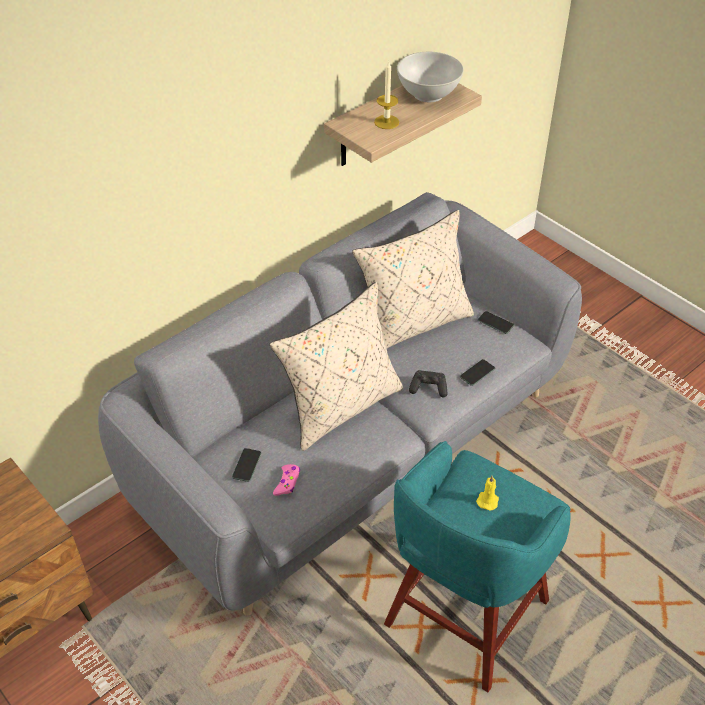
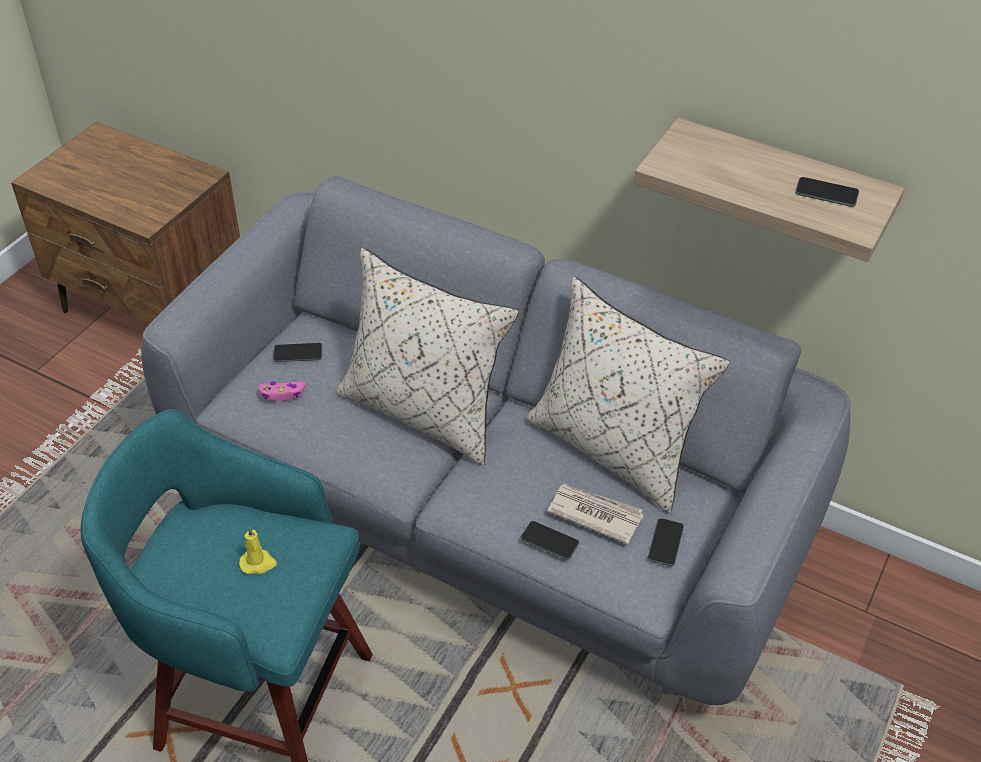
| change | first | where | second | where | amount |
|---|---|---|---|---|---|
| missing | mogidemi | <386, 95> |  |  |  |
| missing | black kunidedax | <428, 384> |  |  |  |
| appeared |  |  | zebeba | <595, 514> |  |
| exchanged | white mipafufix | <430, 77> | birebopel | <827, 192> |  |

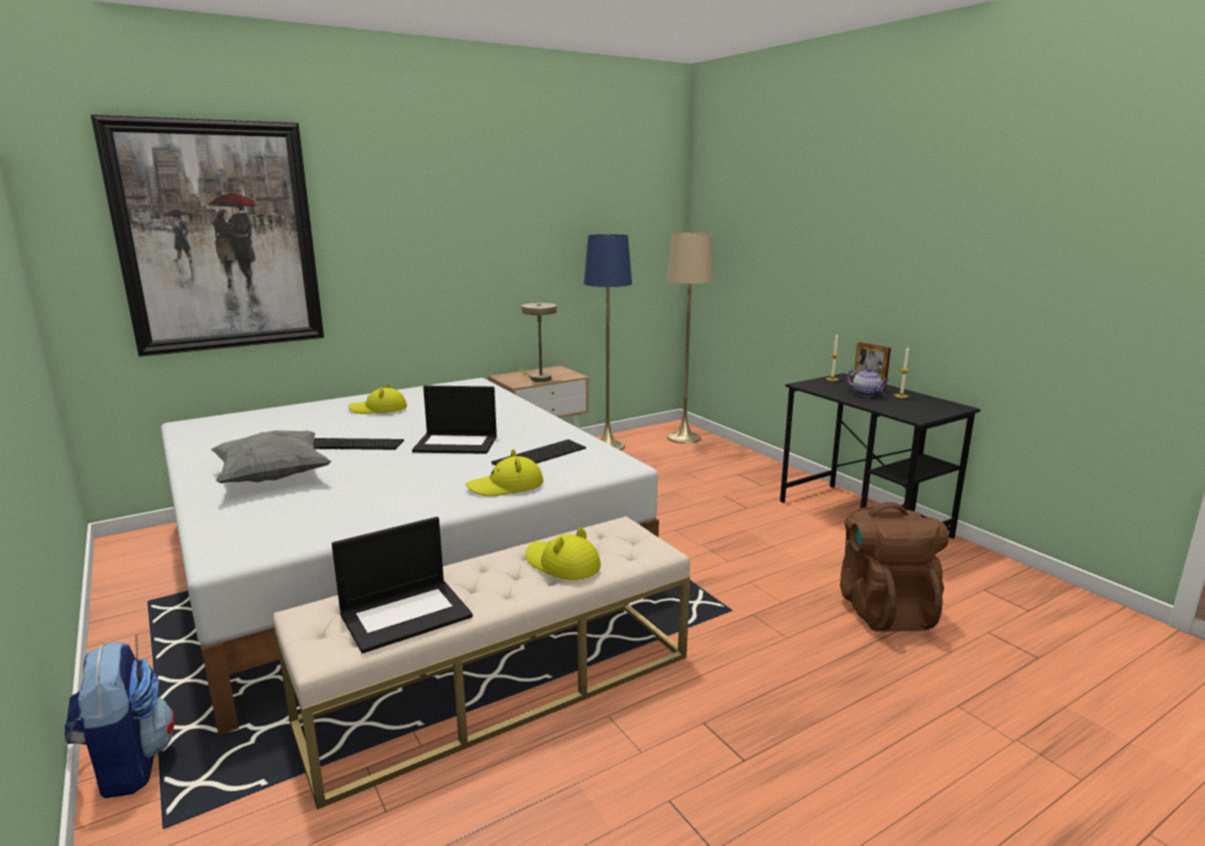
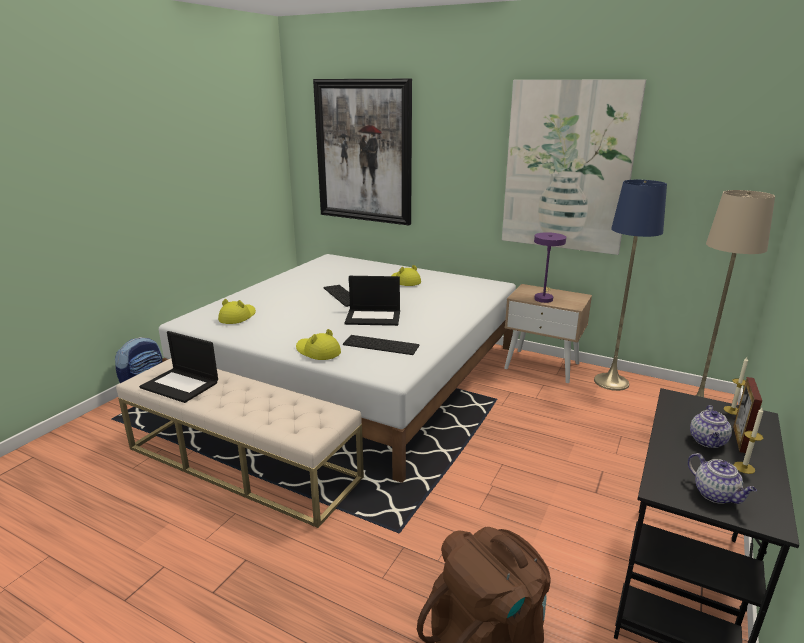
| change | first | where | second | where | amount |
|---|---|---|---|---|---|
| missing | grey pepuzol | <271, 456> |  |  |  |
| appeared |  |  | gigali | <574, 167> |  |
| appeared |  |  | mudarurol | <722, 478> |  |
| relocated | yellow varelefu | <563, 554> |  | <237, 311> |  |
| colour | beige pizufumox | <538, 342> | purple pizufumox | <550, 267> |  |
| spun | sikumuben | <454, 420> |  | <372, 301> | 60 degrees counterclockwise |

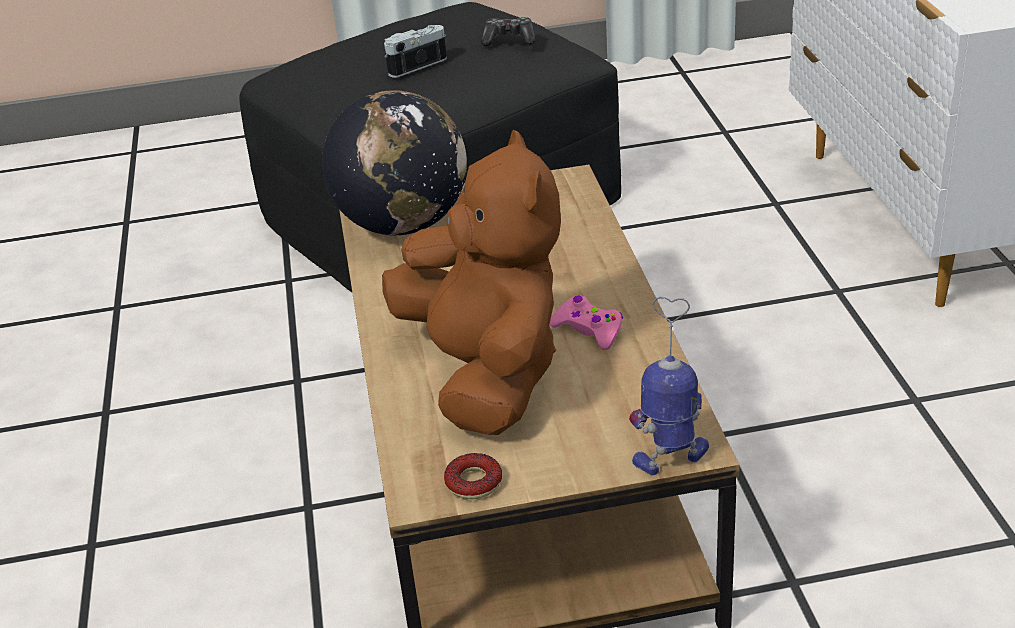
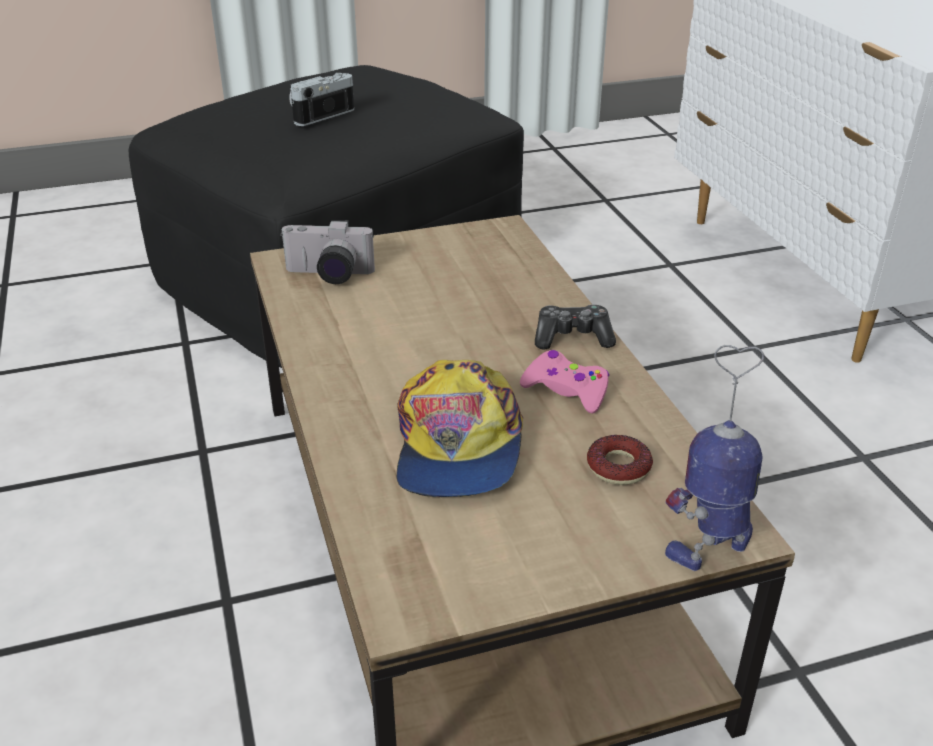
| change | first | where | second | where | amount |
|---|---|---|---|---|---|
| relocated | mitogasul | <473, 476> |  | <620, 460> |  |
| relocated | kunidedax | <508, 31> |  | <575, 327> |  |
| exchanged | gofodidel | <394, 162> | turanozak | <327, 252> |  |
| exchanged | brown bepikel | <471, 282> | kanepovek | <459, 428> |  |

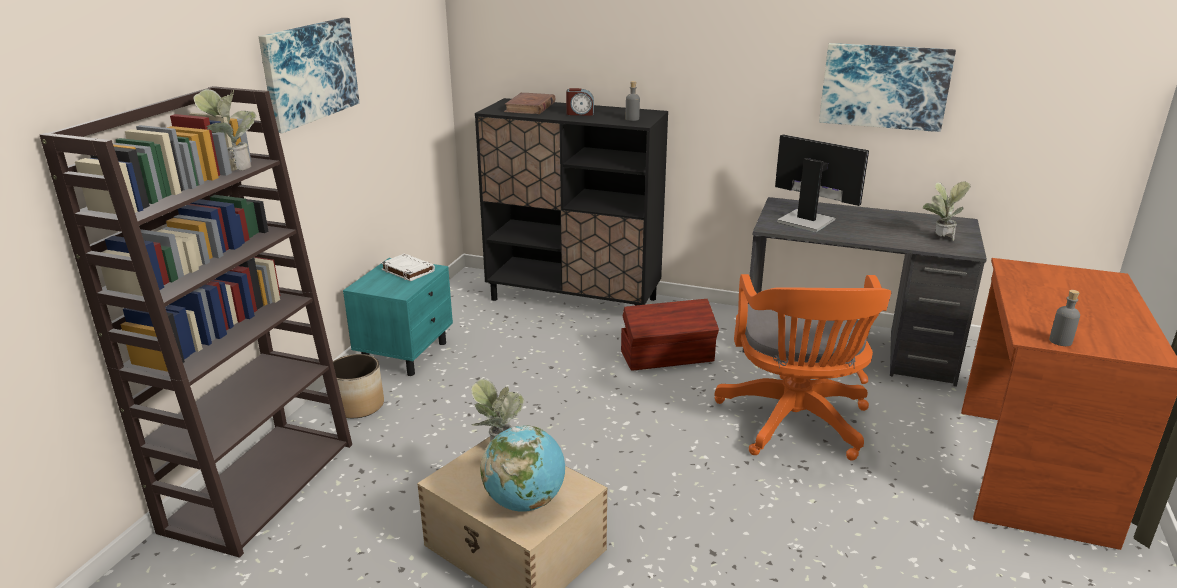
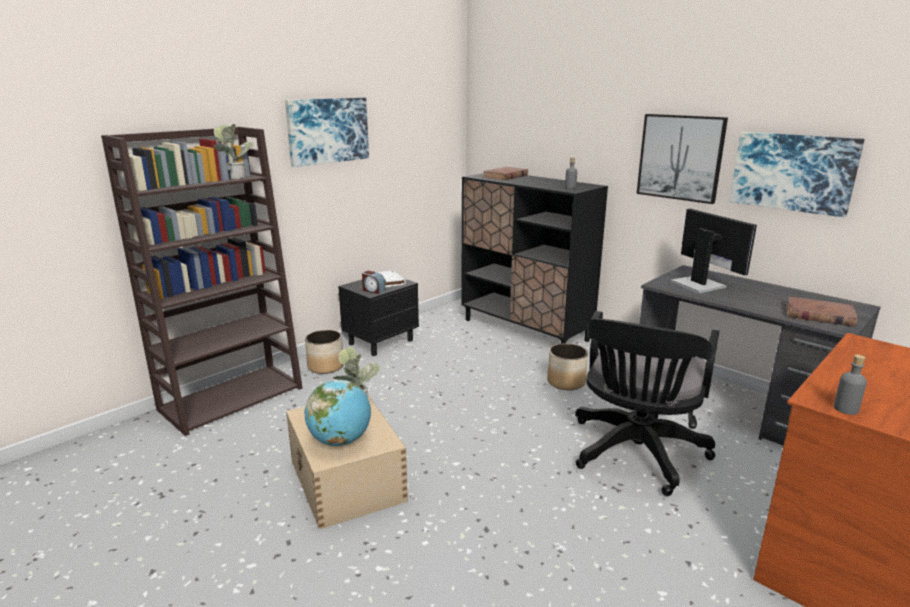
| change | first | where | second | where | amount |
|---|---|---|---|---|---|
| appeared |  |  | gigali | <682, 159> |  |
| relocated | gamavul | <580, 102> |  | <374, 282> |  |
| exchanged | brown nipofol | <670, 335> | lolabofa | <567, 366> |  |
| exchanged | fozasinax | <946, 211> | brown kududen | <822, 311> |  |
| colour | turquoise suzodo | <398, 317> | black suzodo | <378, 317> |  |
| colour | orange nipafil | <802, 367> | black nipafil | <647, 403> |  |

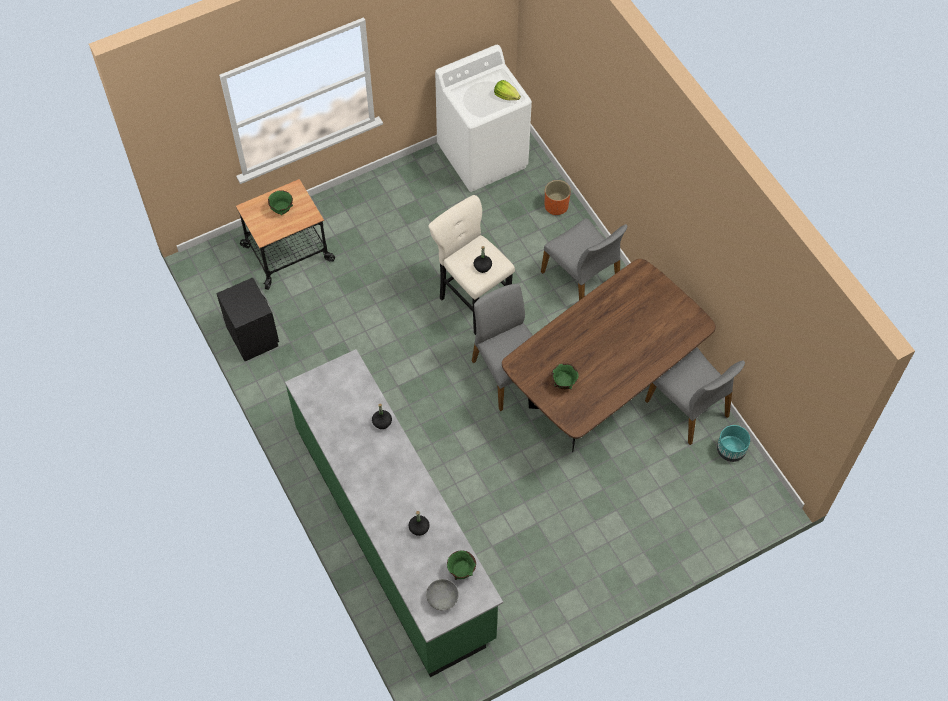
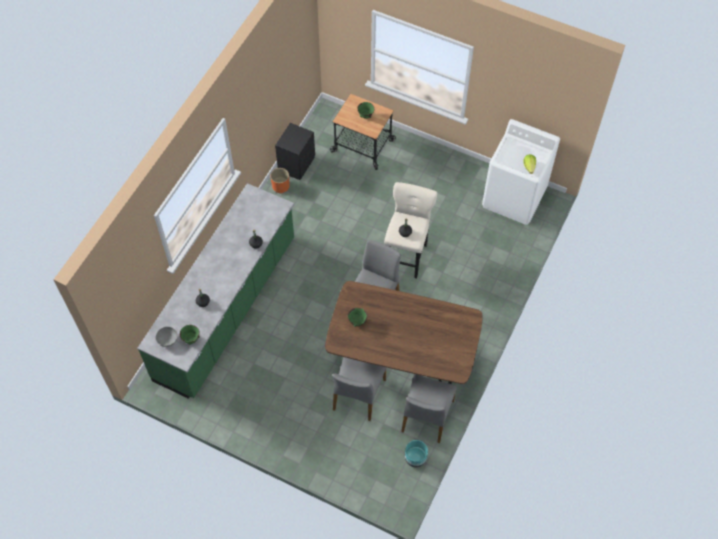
| change | first | where | second | where | amount |
|---|---|---|---|---|---|
| relocated | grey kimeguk | <584, 259> |  | <359, 389> |  |
| relocated | orange lolabofa | <558, 197> |  | <280, 181> |  |

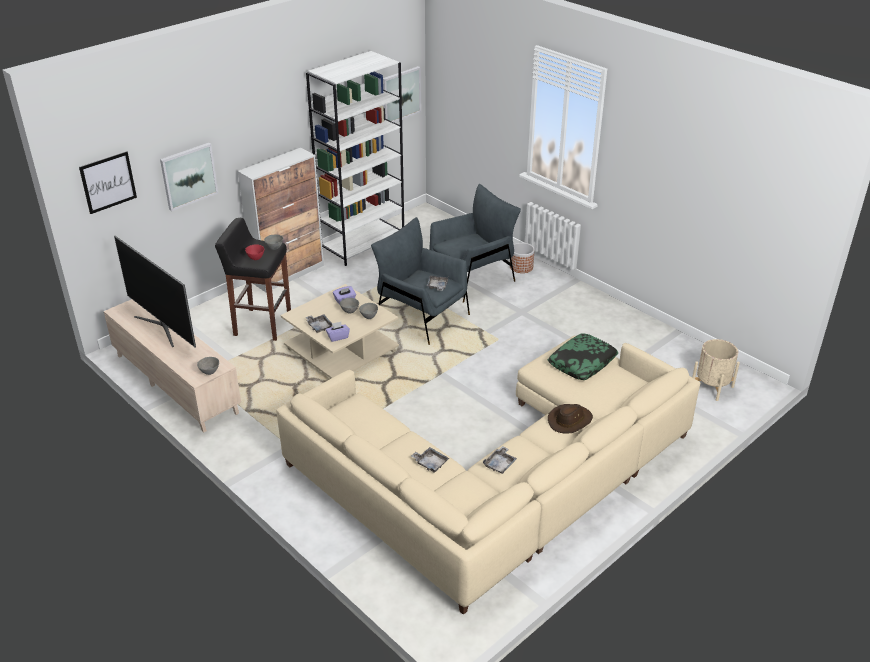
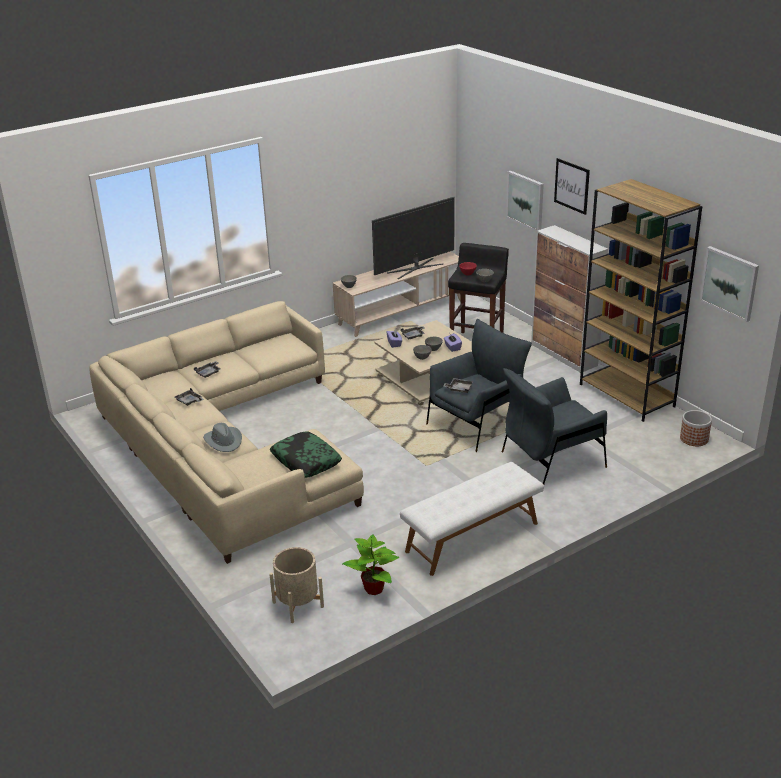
| change | first | where | second | where | amount |
|---|---|---|---|---|---|
| appeared |  |  | fozasinax | <371, 564> |  |
| appeared |  |  | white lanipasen | <472, 519> |  |
| relocated | gigali | <108, 182> |  | <572, 186> |  |
| relocated | lolabofa | <522, 258> |  | <696, 428> |  |
| colour | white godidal | <355, 158> | brown godidal | <641, 300> |  |
| colour | brown varelefu | <570, 418> | grey varelefu | <222, 437> |  |
| spun | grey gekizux | <475, 243> |  | <554, 426> | 90 degrees clockwise |

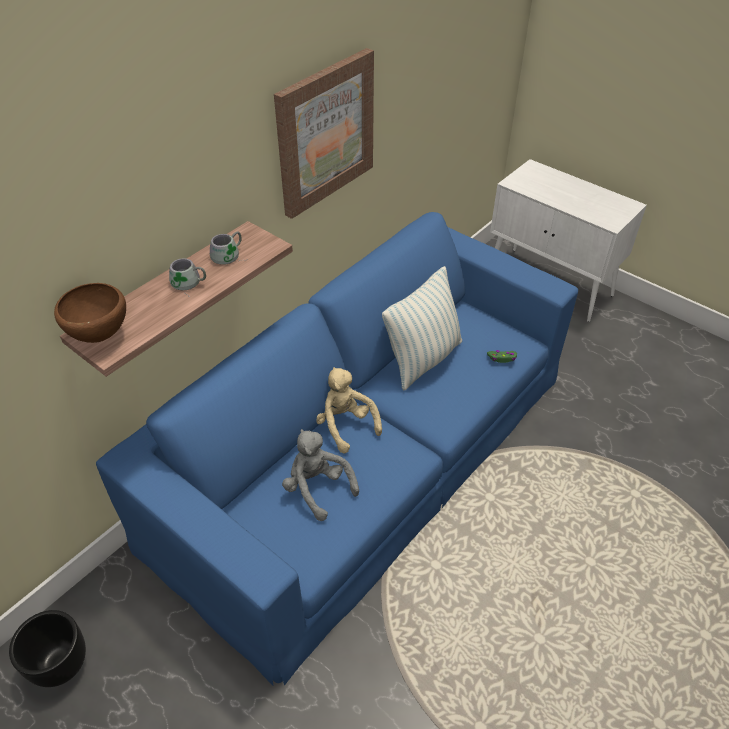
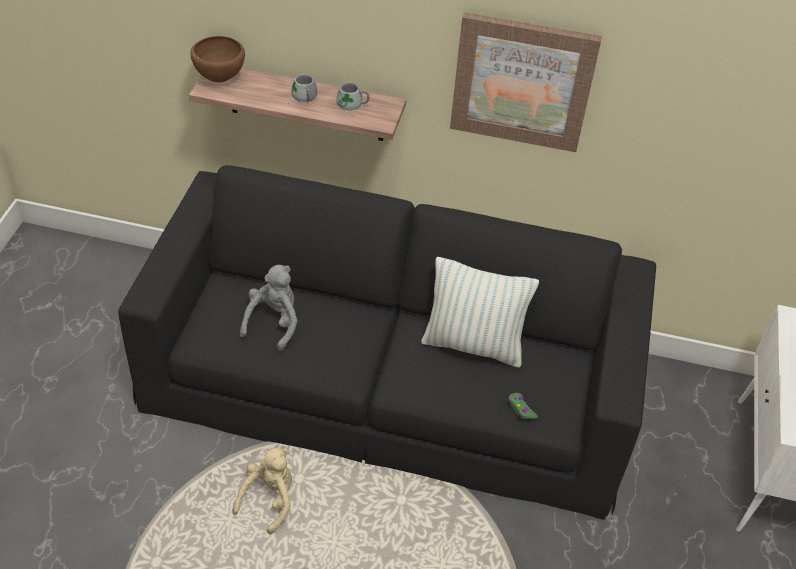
| change | first | where | second | where | amount |
|---|---|---|---|---|---|
| missing | black lolabofa | <47, 648> |  |  |  |
| relocated | beige bepikel | <349, 410> |  | <262, 491> |  |
| colour | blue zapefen | <337, 449> | black zapefen | <387, 342> |  |

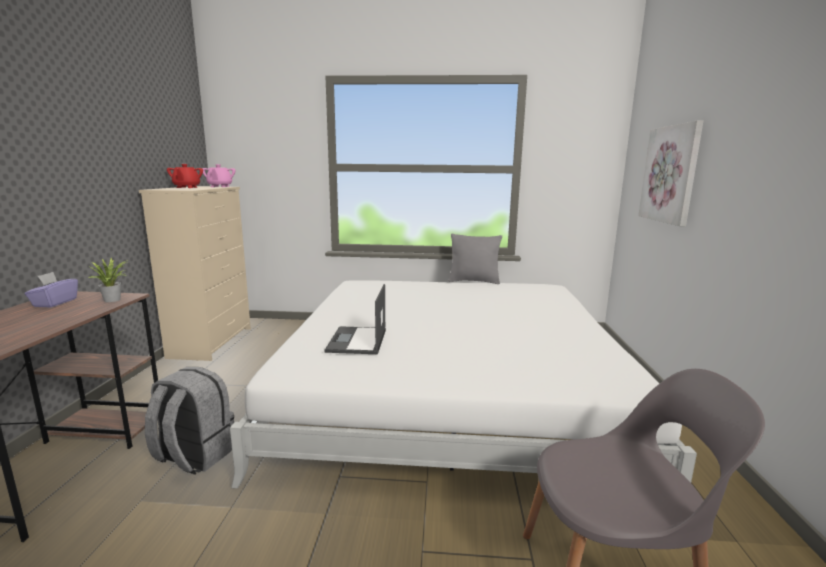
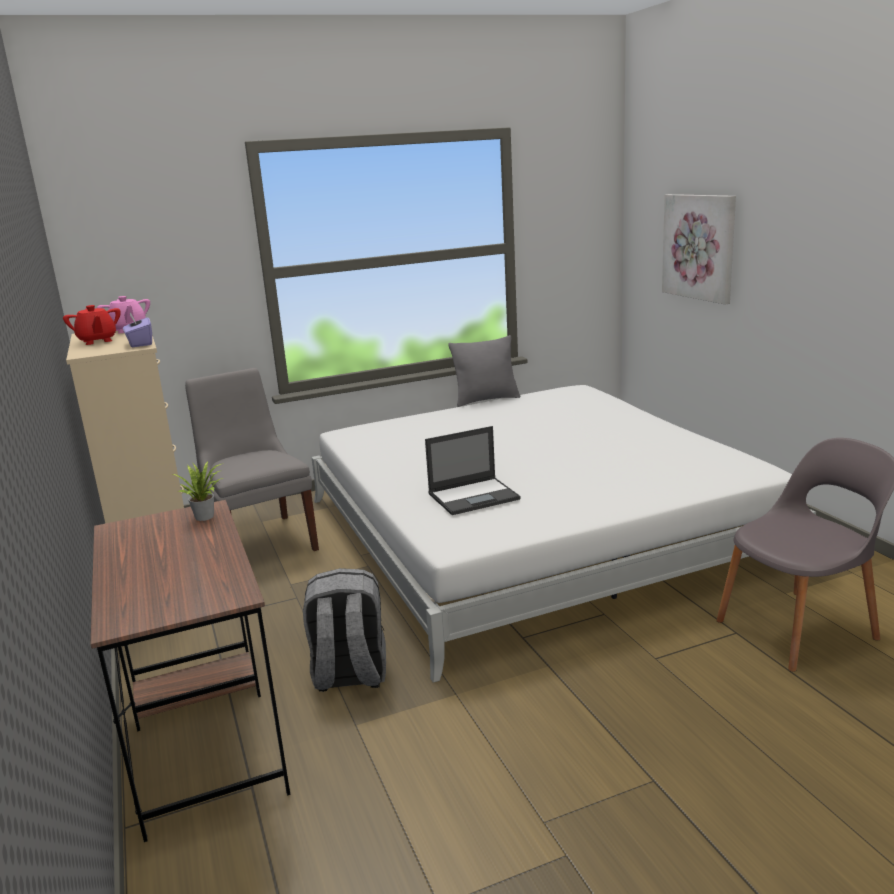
| change | first | where | second | where | amount |
|---|---|---|---|---|---|
| appeared |  |  | grey kimeguk | <252, 459> |  |
| relocated | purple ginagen | <51, 289> |  | <137, 329> |  |
| spun | sikumuben | <355, 319> |  | <473, 470> | 90 degrees counterclockwise |

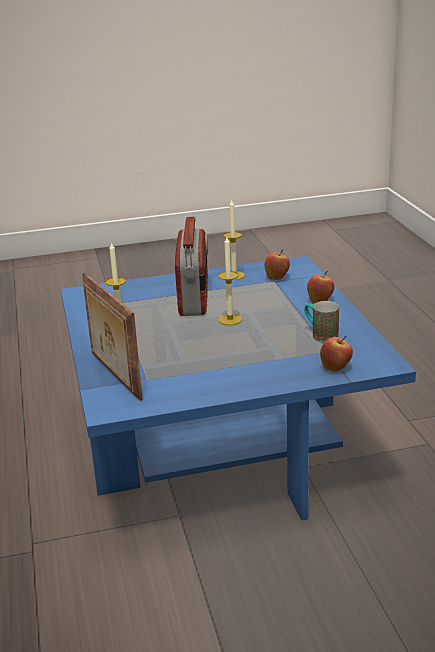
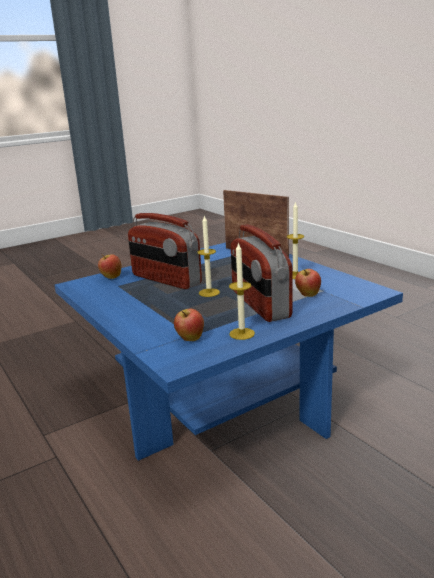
| change | first | where | second | where | amount |
|---|---|---|---|---|---|
| missing | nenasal | <321, 321> |  |  |  |
| appeared |  |  | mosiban | <165, 251> |  |
| relocated | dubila | <320, 287> |  | <308, 283> |  |

